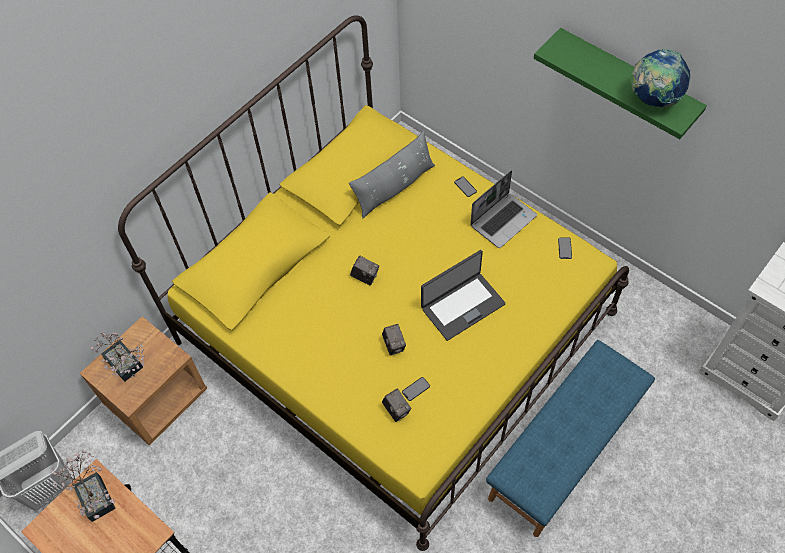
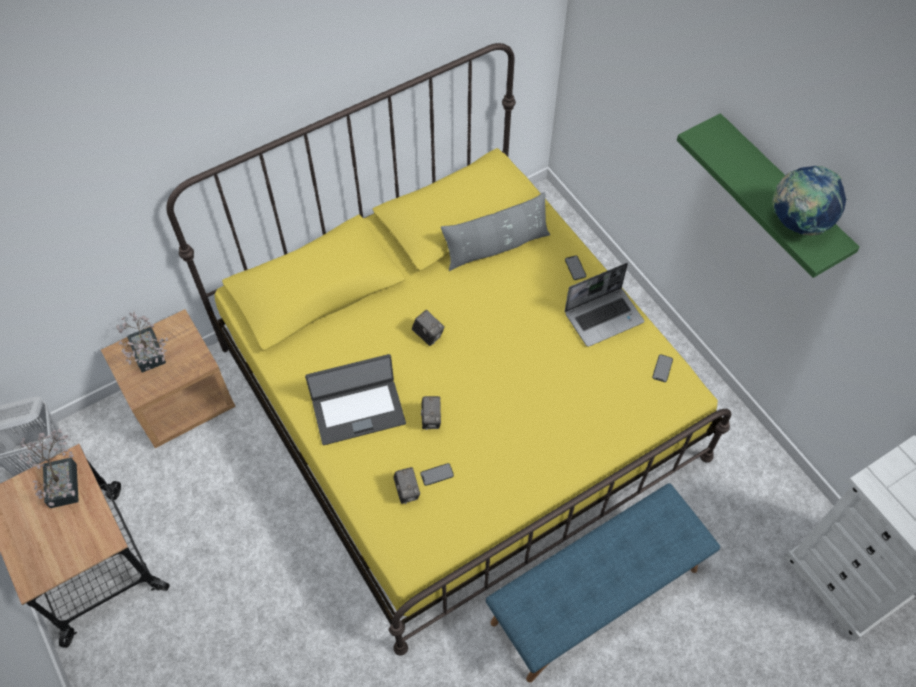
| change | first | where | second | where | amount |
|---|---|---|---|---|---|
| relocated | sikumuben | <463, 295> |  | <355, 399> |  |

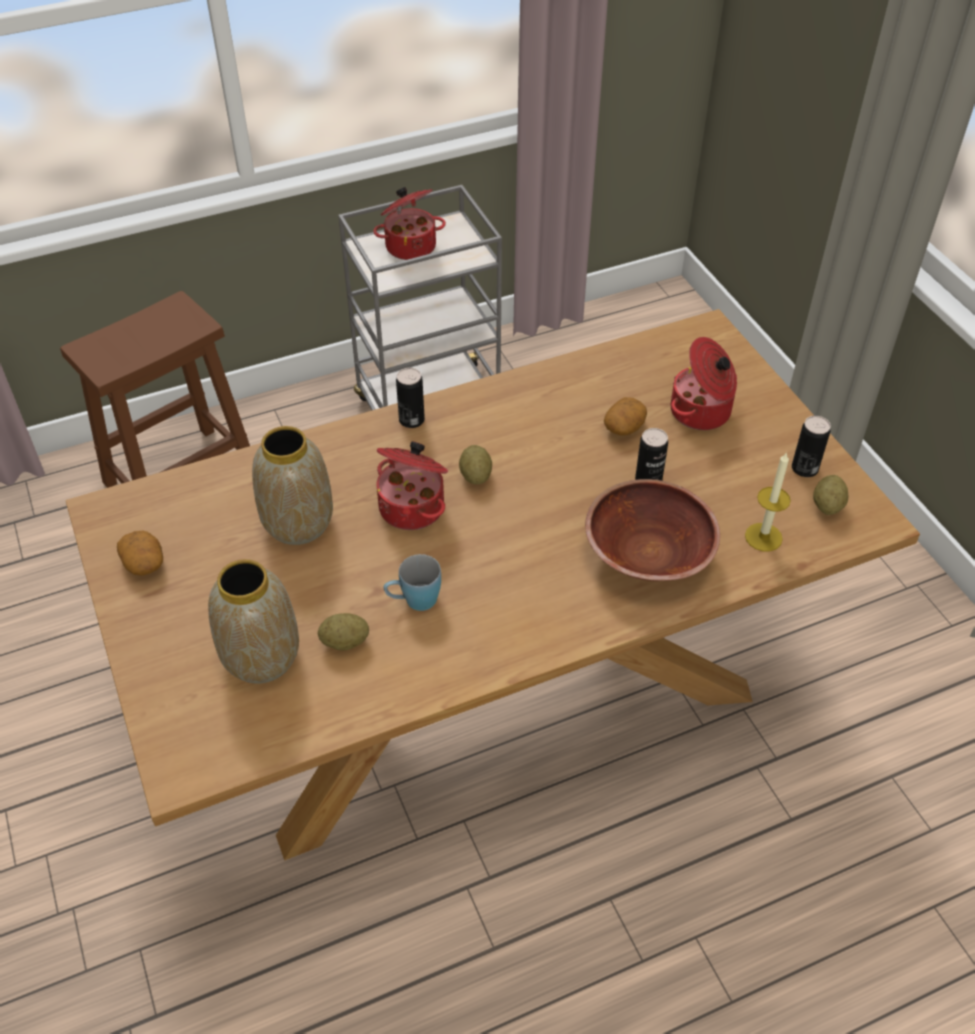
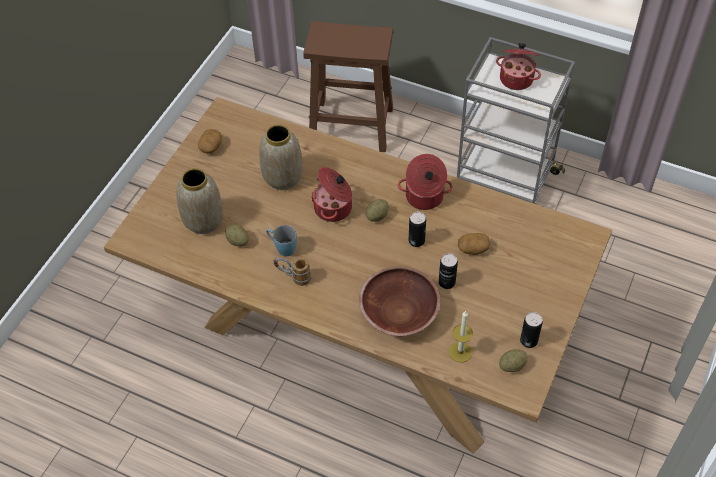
| change | first | where | second | where | amount |
|---|---|---|---|---|---|
| appeared |  |  | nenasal | <292, 272> |  |
| relocated | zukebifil | <410, 398> |  | <417, 229> |  |
| relocated | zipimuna | <704, 383> |  | <425, 182> |  |

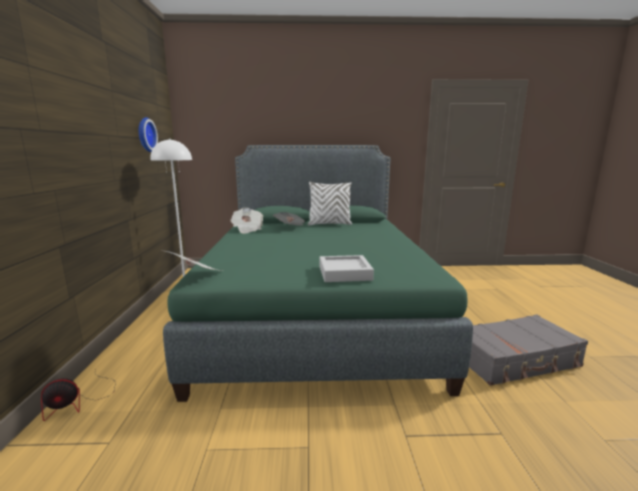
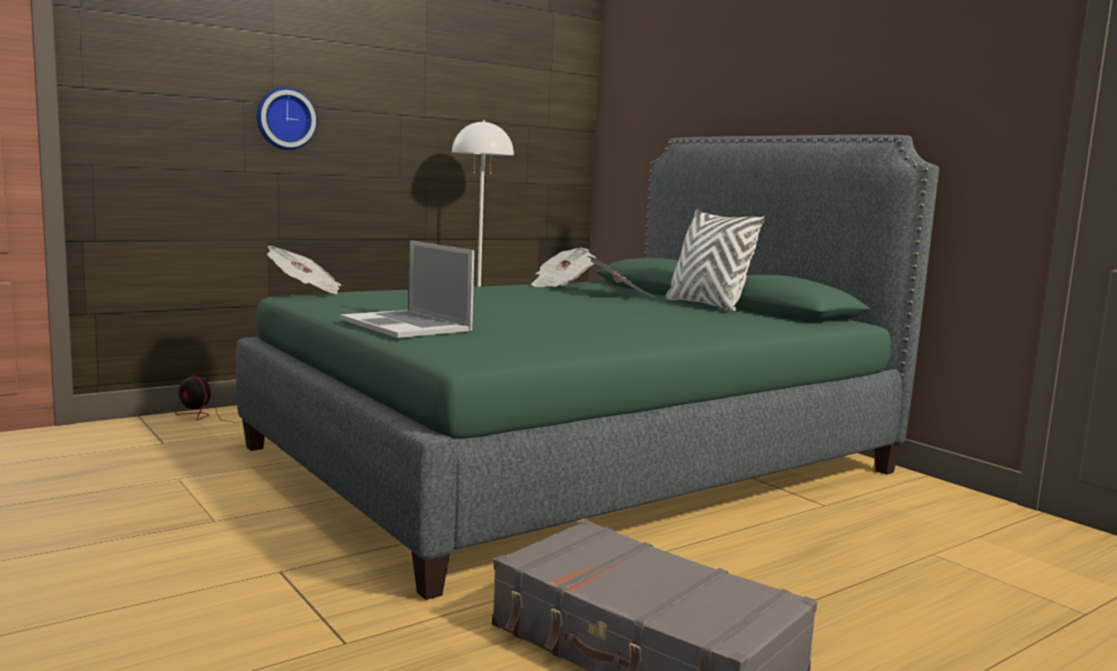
| change | first | where | second | where | amount |
|---|---|---|---|---|---|
| relocated | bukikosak | <148, 134> |  | <287, 118> |  |
| exchanged | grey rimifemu | <346, 268> | sikumuben | <407, 289> |  |

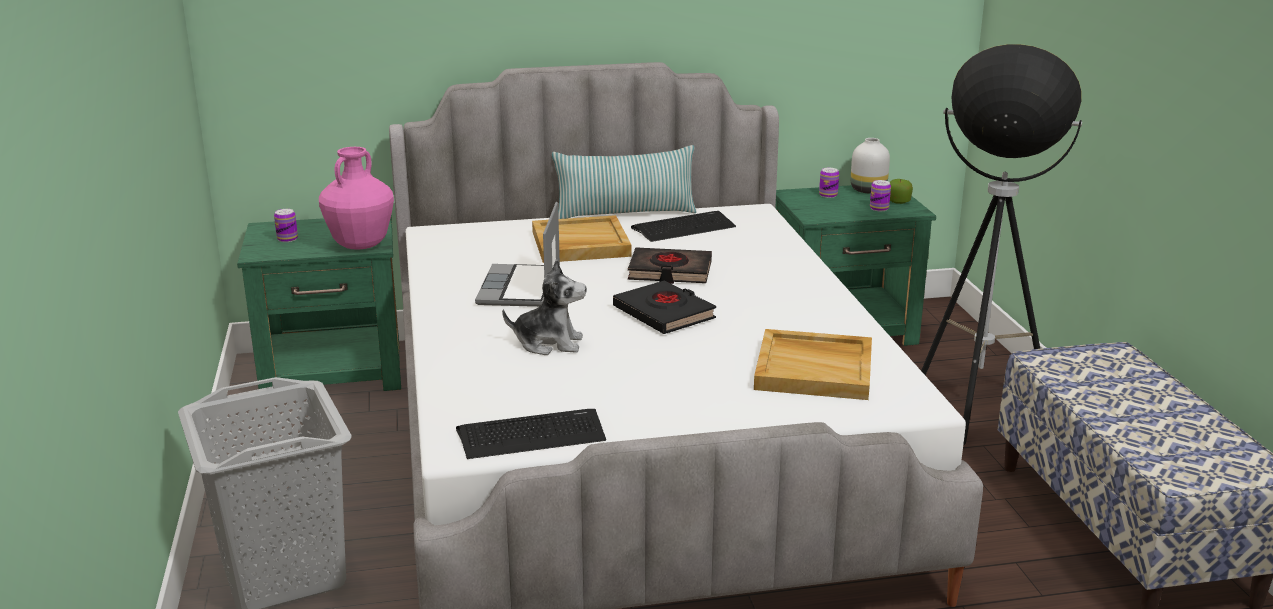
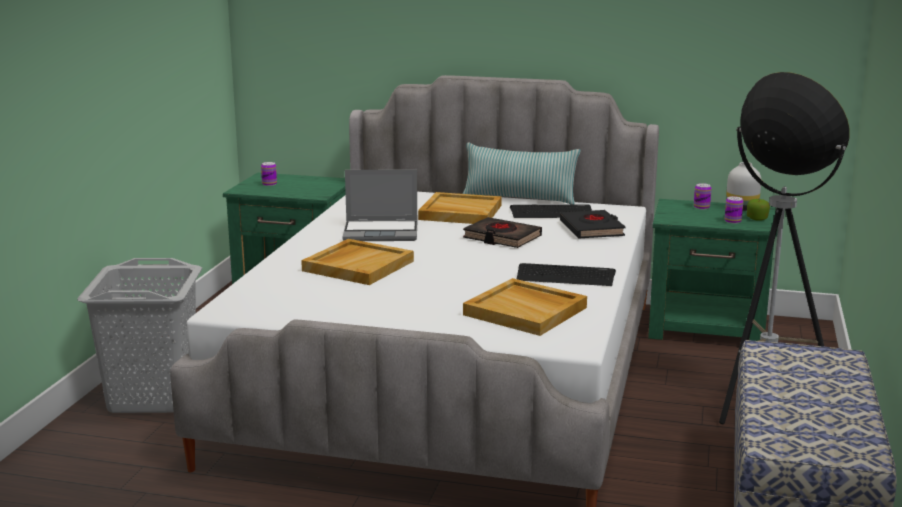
| change | first | where | second | where | amount |
|---|---|---|---|---|---|
| missing | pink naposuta | <356, 198> |  |  |  |
| relocated | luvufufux | <531, 434> |  | <566, 274> |  |
| relocated | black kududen | <664, 307> |  | <592, 224> |  |
| exchanged | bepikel | <544, 307> | beige rimifemu | <357, 262> |  |
| spun | sikumuben | <517, 254> |  | <379, 205> | 120 degrees counterclockwise |

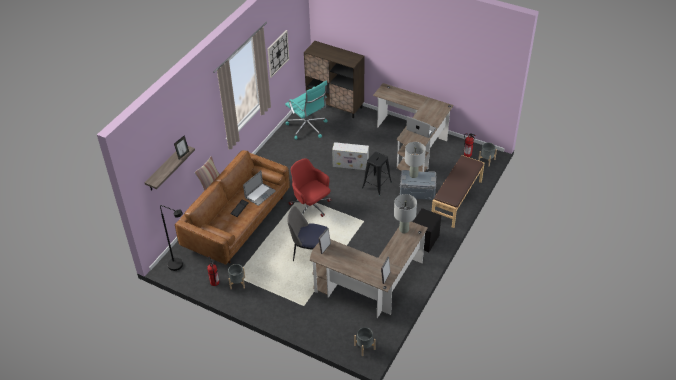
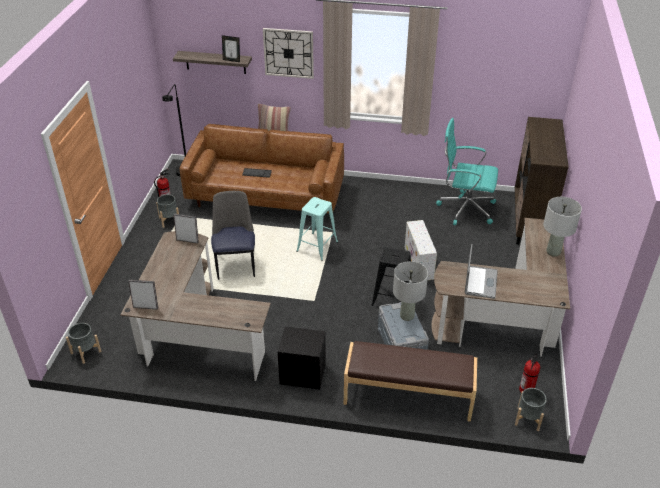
| change | first | where | second | where | amount |
|---|---|---|---|---|---|
| missing | sikumuben | <259, 188> |  |  |  |
| relocated | bukikosak | <278, 54> |  | <288, 53> |  |
| relocated | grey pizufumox | <405, 213> |  | <562, 227> |  |
| exchanged | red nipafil | <310, 187> | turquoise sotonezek | <317, 229> |  |
| spun | turquoise nipafil | <306, 110> |  | <467, 171> | 75 degrees clockwise |

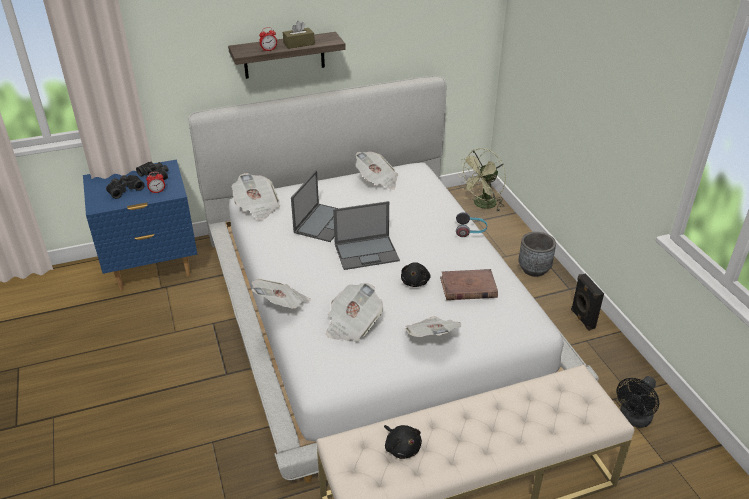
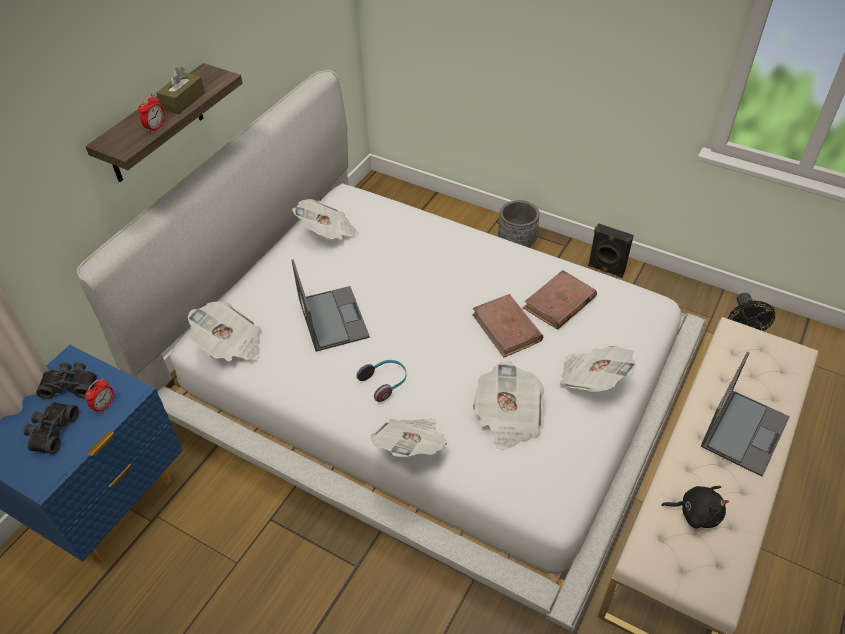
| change | first | where | second | where | amount |
|---|---|---|---|---|---|
| missing | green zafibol | <482, 179> |  |  |  |
| relocated | sikumuben | <366, 235> |  | <745, 414> |  |
| relocated | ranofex | <471, 224> |  | <381, 381> |  |
| exchanged | black bepikel | <415, 274> | brown kududen | <507, 325> |  |

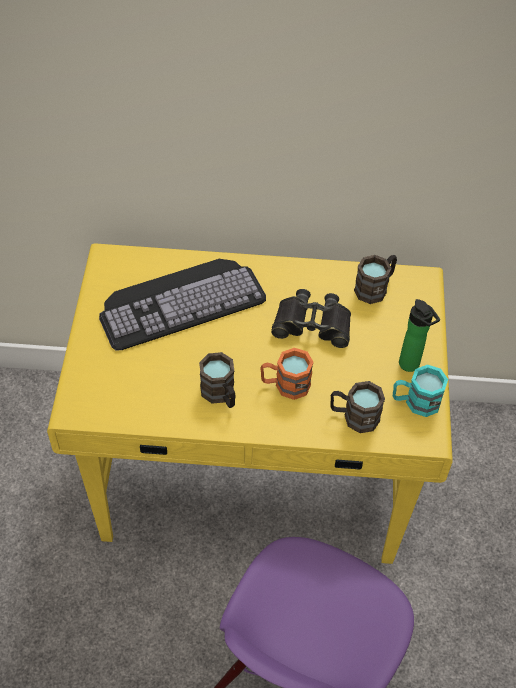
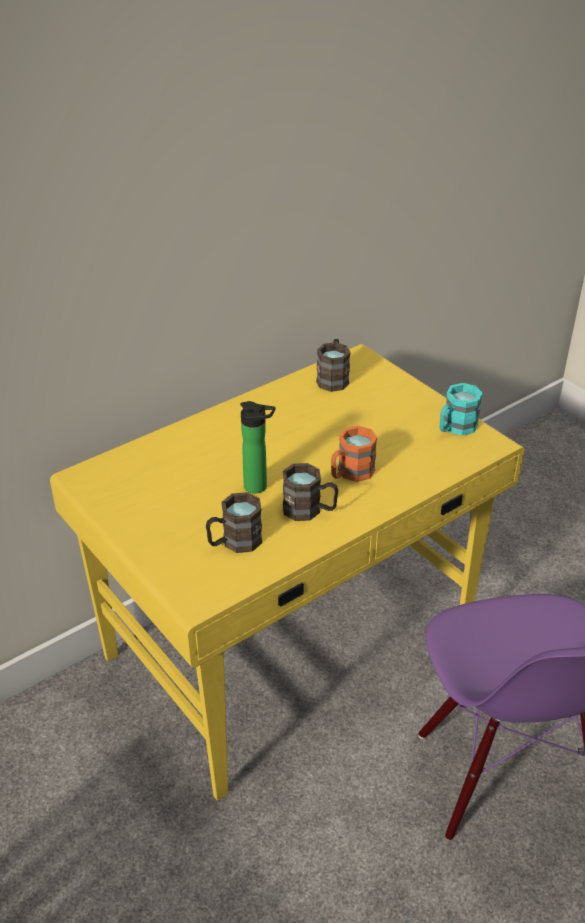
| change | first | where | second | where | amount |
|---|---|---|---|---|---|
| missing | luvufufux | <182, 304> |  |  |  |
| missing | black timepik | <311, 318> |  |  |  |
| relocated | brown nenasal | <357, 407> |  | <234, 522> |  |
| relocated | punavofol | <419, 335> |  | <257, 447> |  |

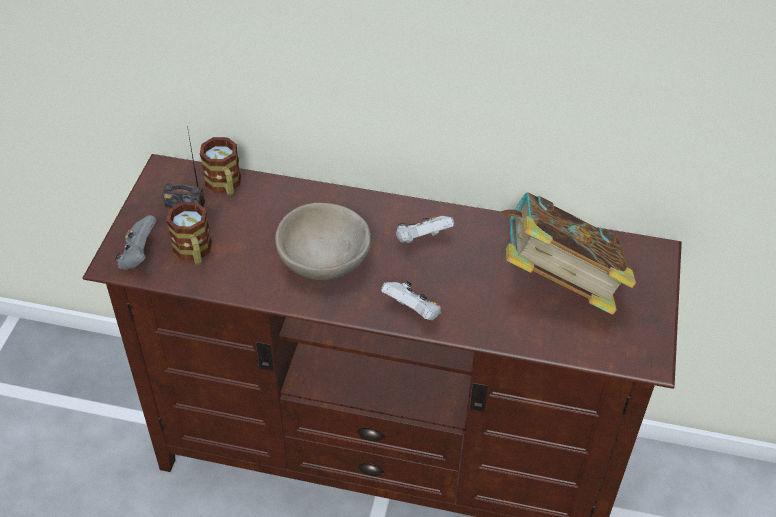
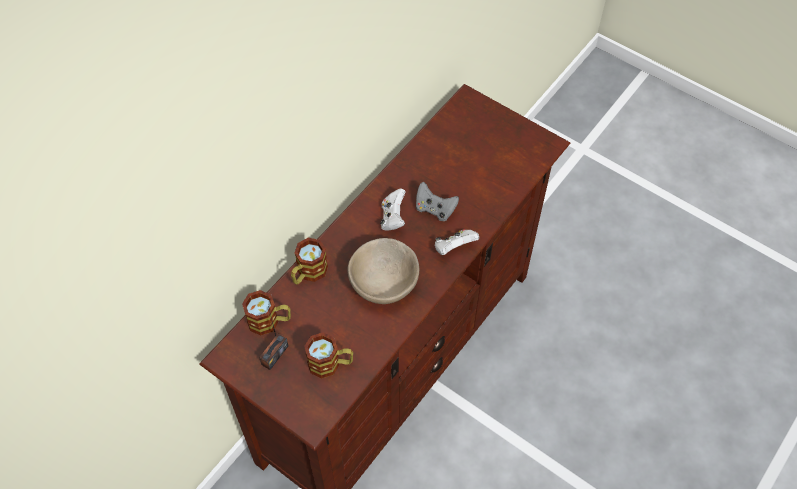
| change | first | where | second | where | amount |
|---|---|---|---|---|---|
| missing | kududen | <569, 253> |  |  |  |
| appeared |  |  | nenasal | <309, 261> |  |
| relocated | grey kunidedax | <136, 242> |  | <437, 201> |  |

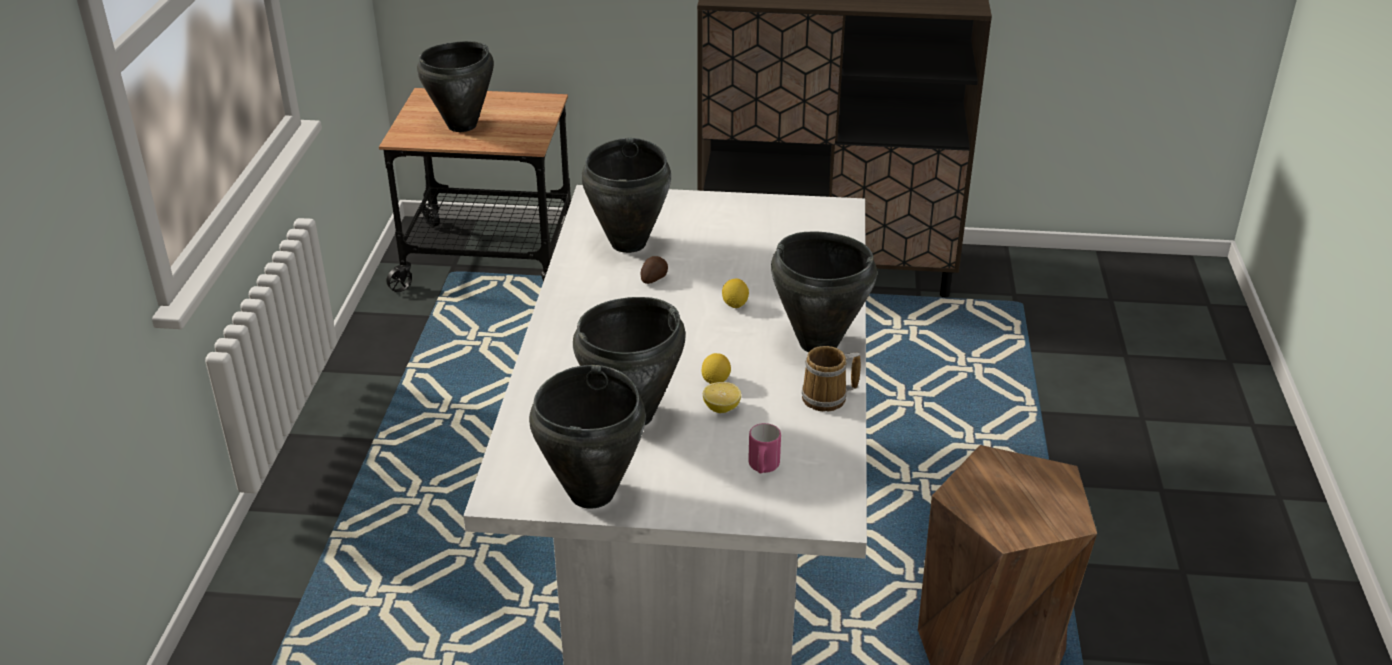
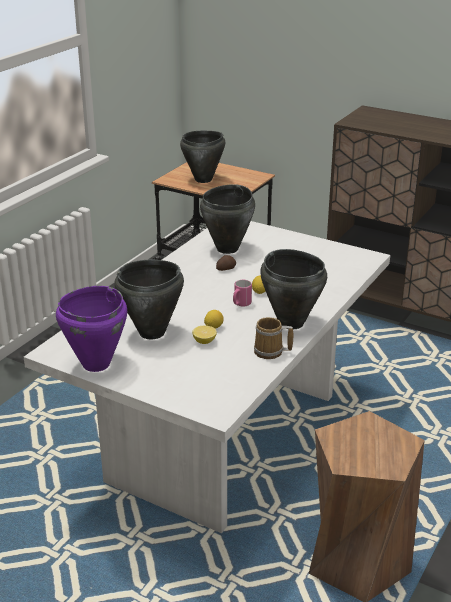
| change | first | where | second | where | amount |
|---|---|---|---|---|---|
| relocated | pink nenasal | <764, 448> |  | <242, 293> |  |
| colour | black zipimuna | <587, 437> | purple zipimuna | <91, 329> |  |

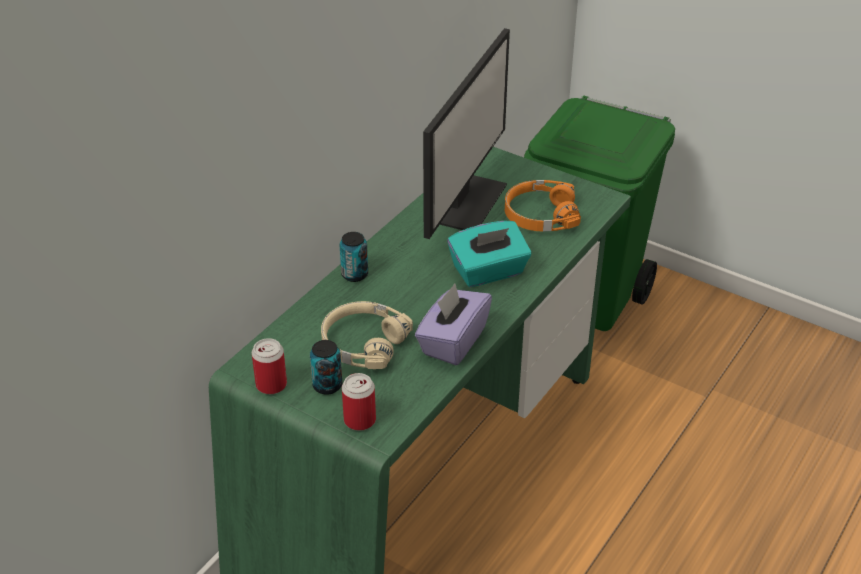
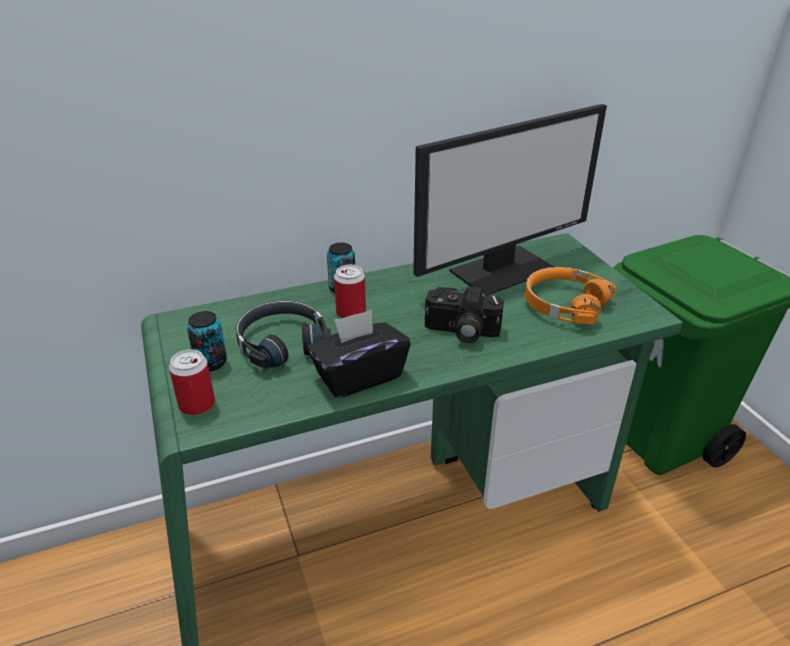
| change | first | where | second | where | amount |
|---|---|---|---|---|---|
| relocated | zukebifil | <269, 366> |  | <350, 291> |  |
| exchanged | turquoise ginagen | <489, 254> | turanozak | <464, 315> |  |
| colour | beige ranofex | <367, 335> | black ranofex | <283, 335> |  |
| colour | purple ginagen | <453, 324> | black ginagen | <358, 353> |  |

